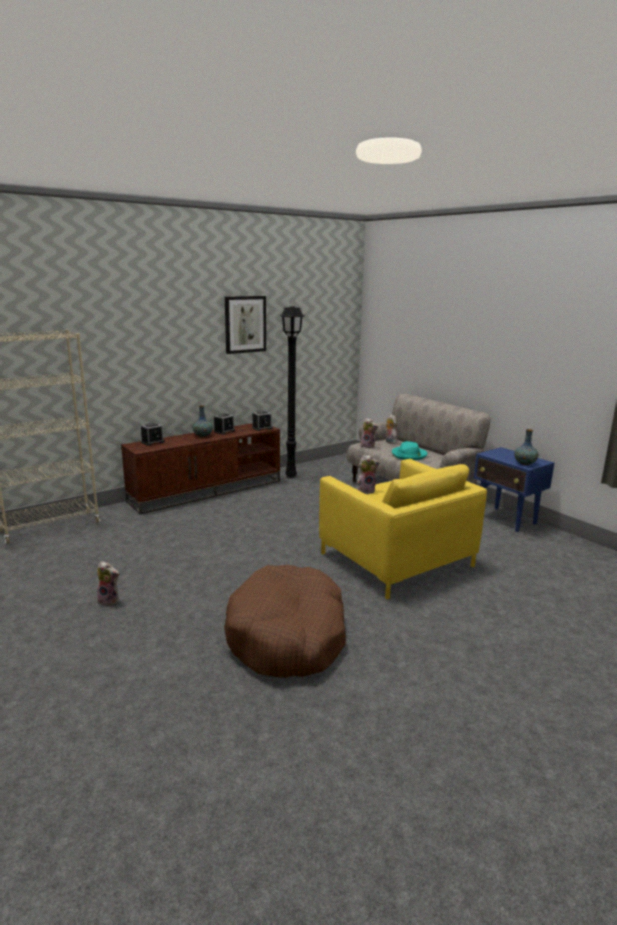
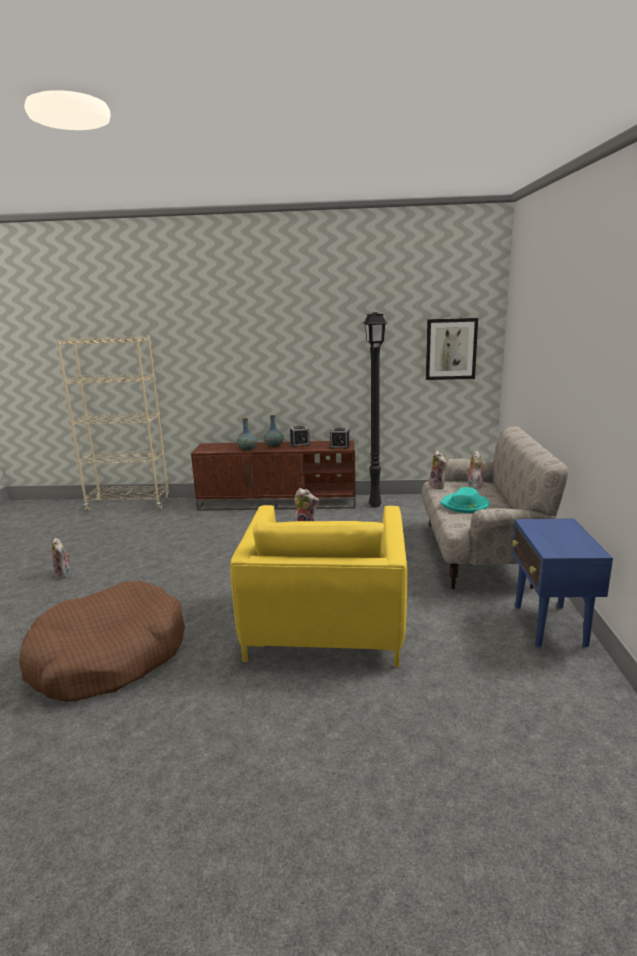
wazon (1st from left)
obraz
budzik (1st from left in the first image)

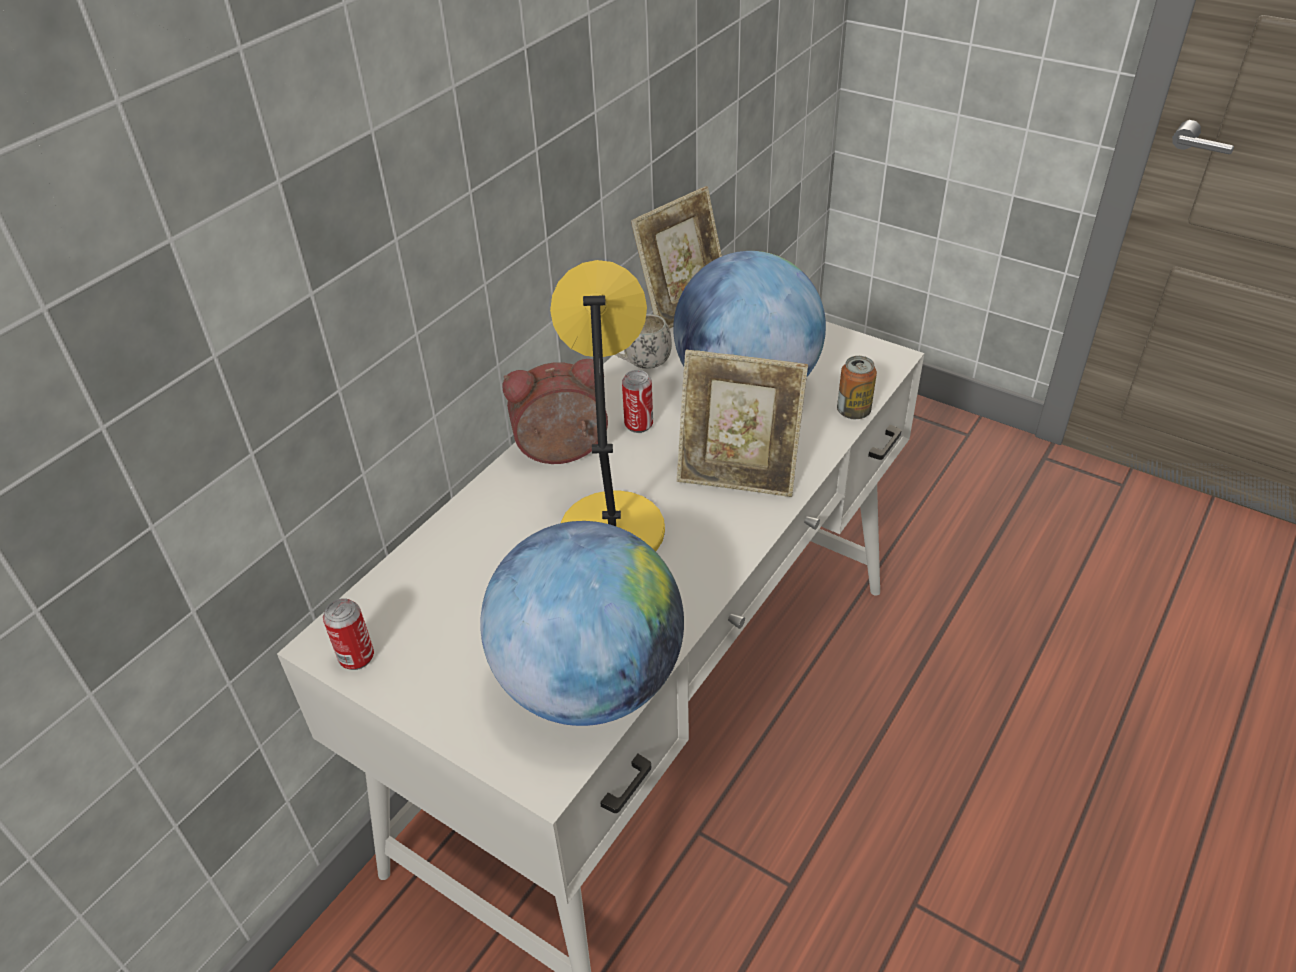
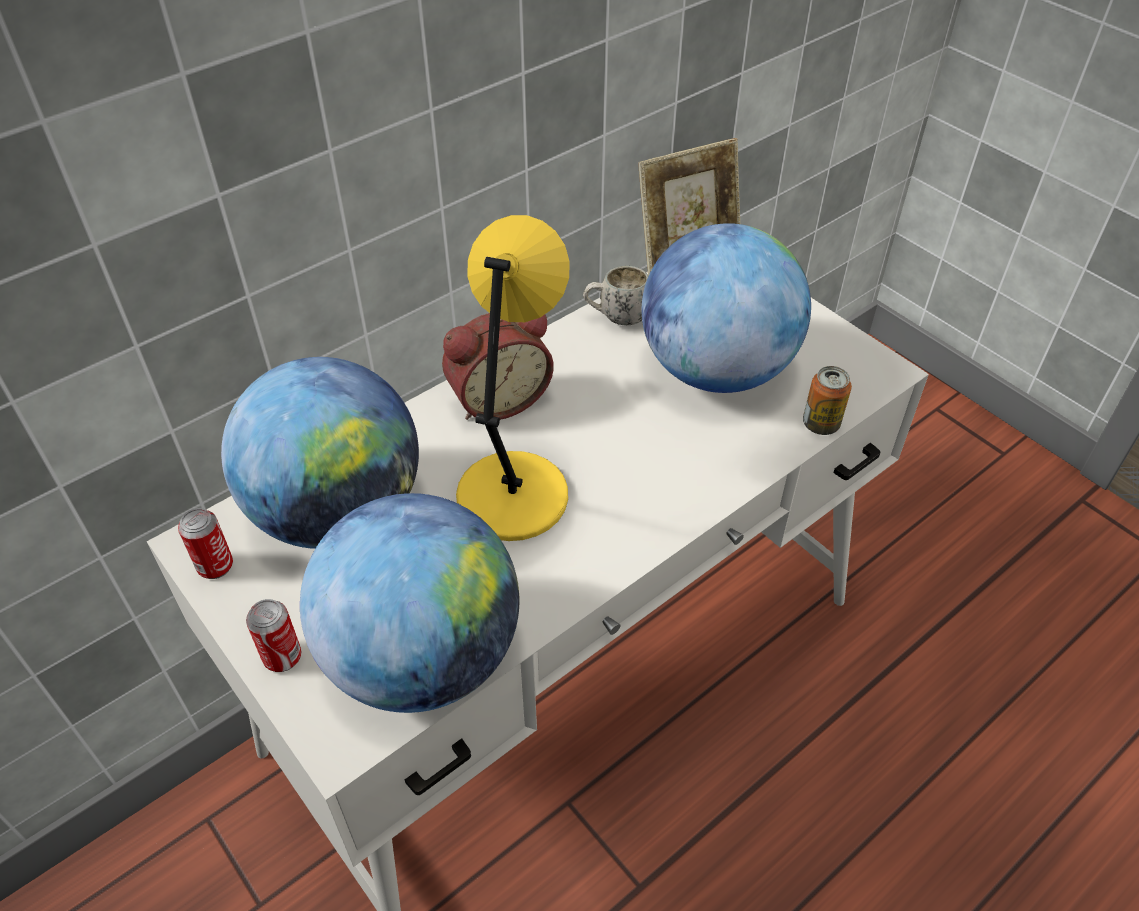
globus (1st from left)
puszka (2nd from left)
budzik
ramka na zdjęcie (2nd from left in the first image)

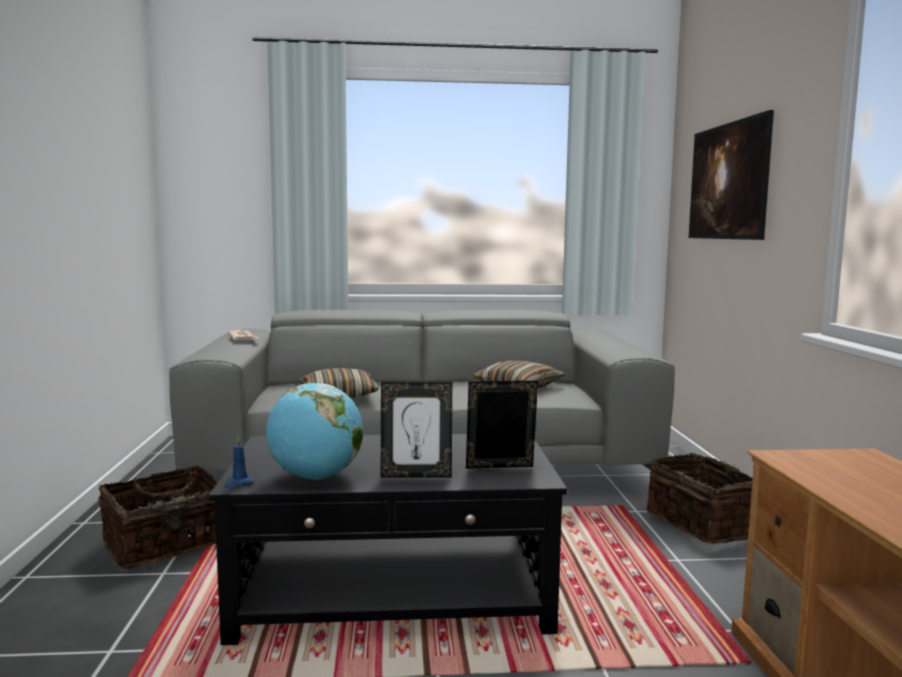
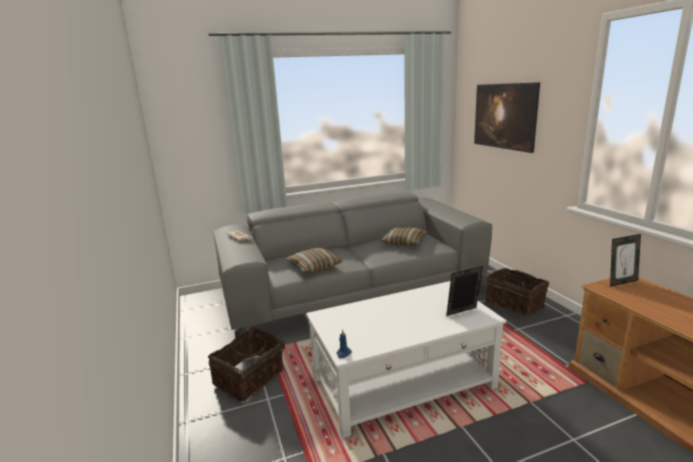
ława [biały]
ramka na zdjęcie (2nd from left)
globus

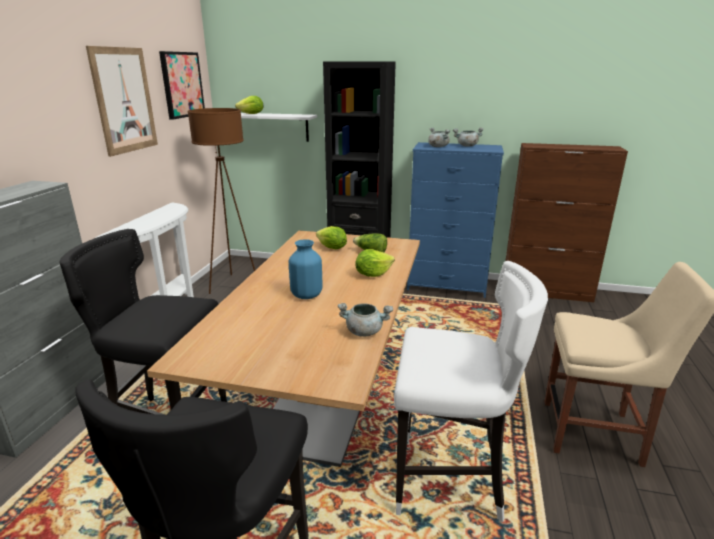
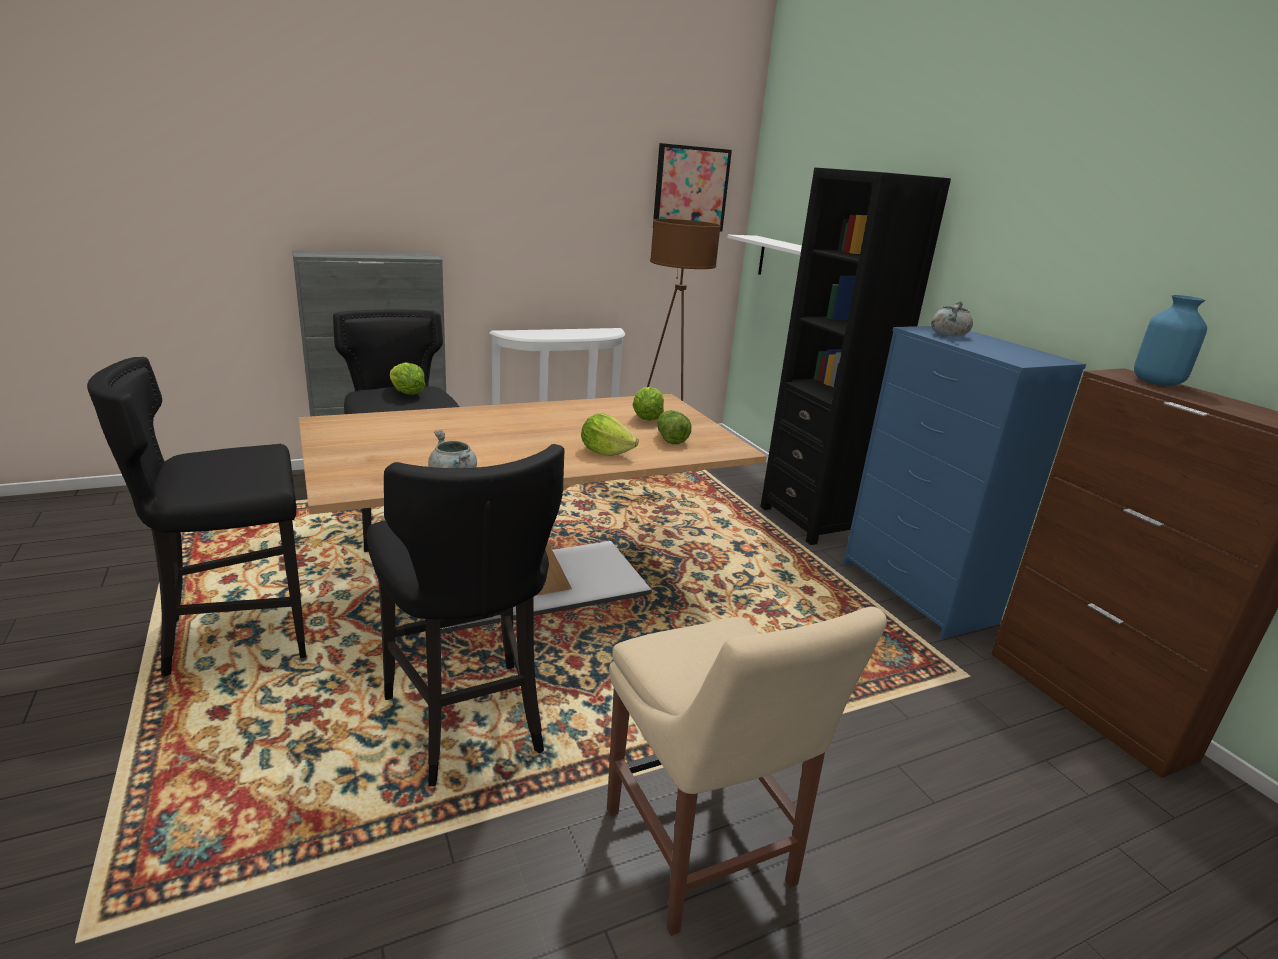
stołek [czarny] (3rd from left)
sałata (1st from left)
wazon [niebieski]
obraz (1st from left in the first image)
garnek [szary] (3rd from left in the first image)

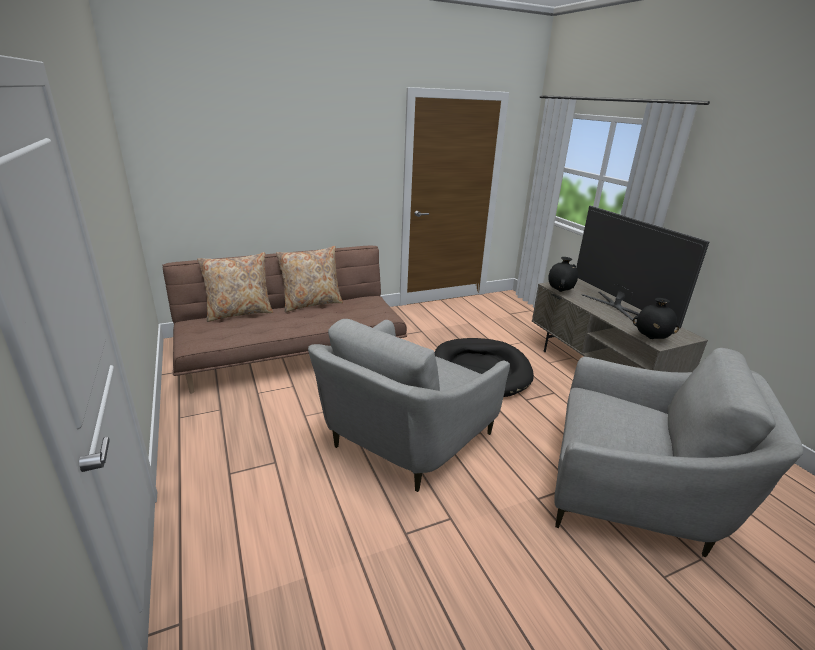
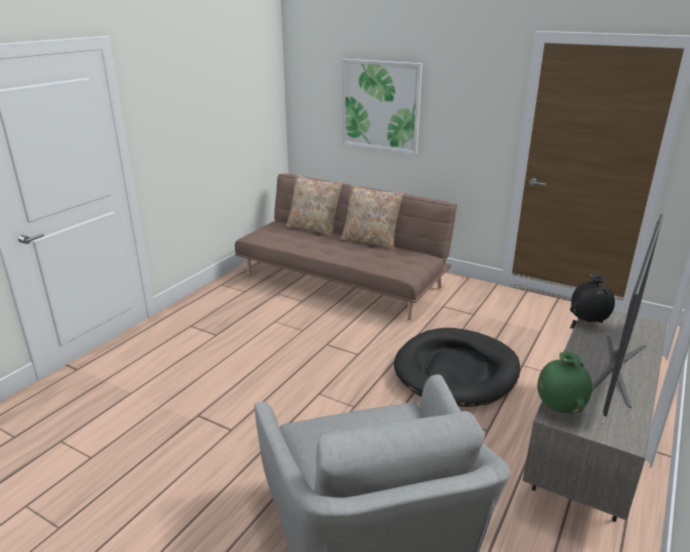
obraz
wazon [zielony]
fotel [szary] (1st from left in the first image)

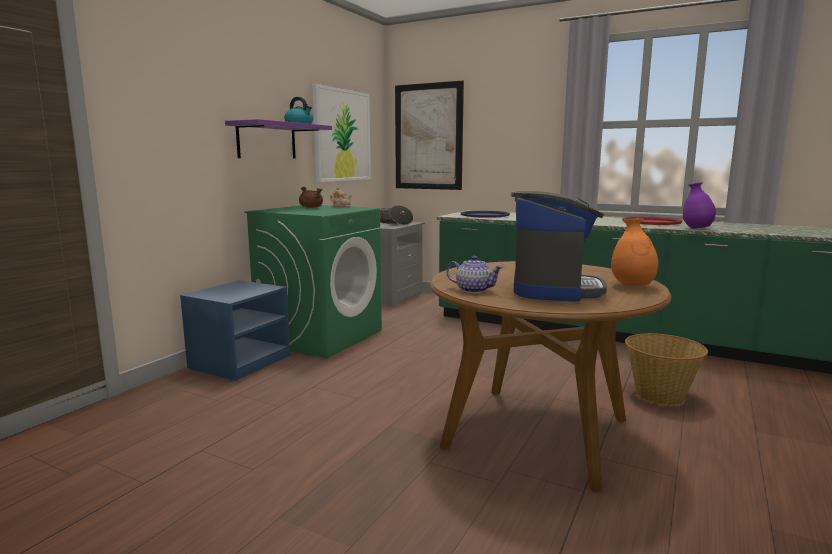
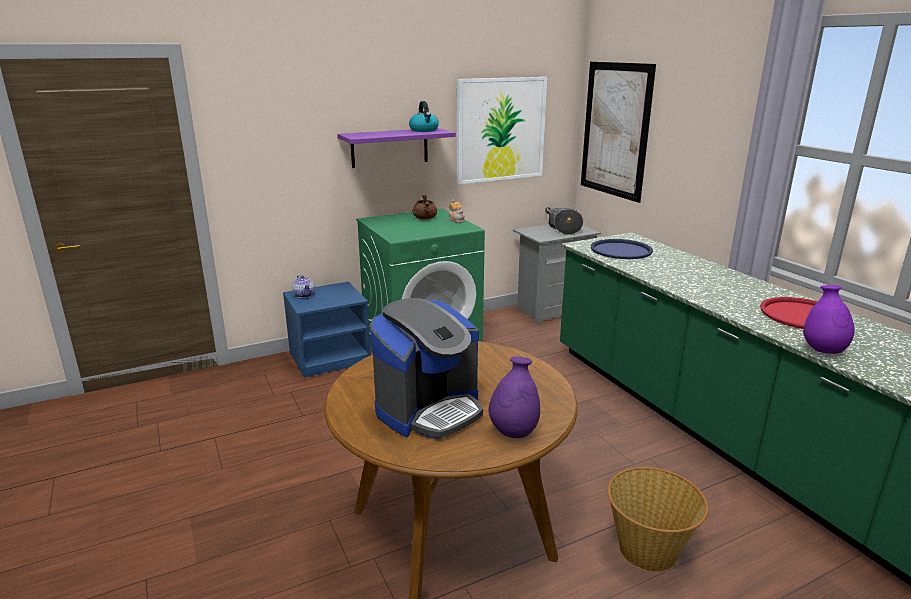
imbryk (1st from left)
wazon [fioletowy] (1st from left)

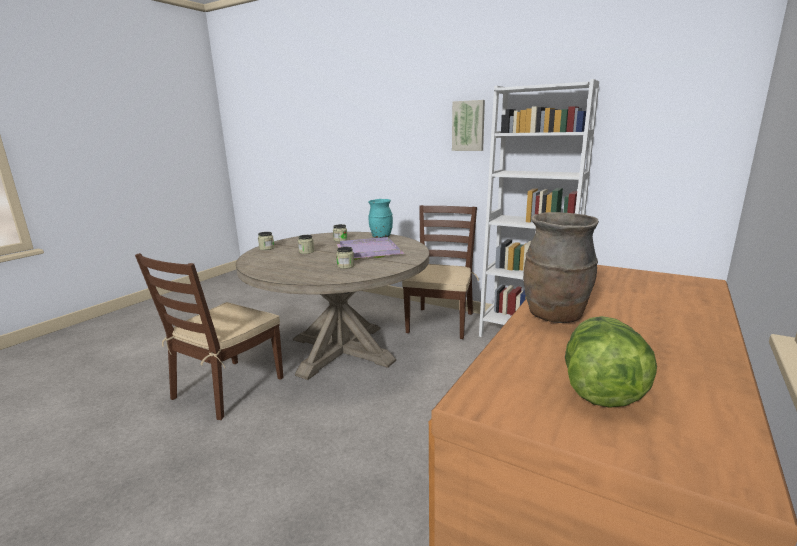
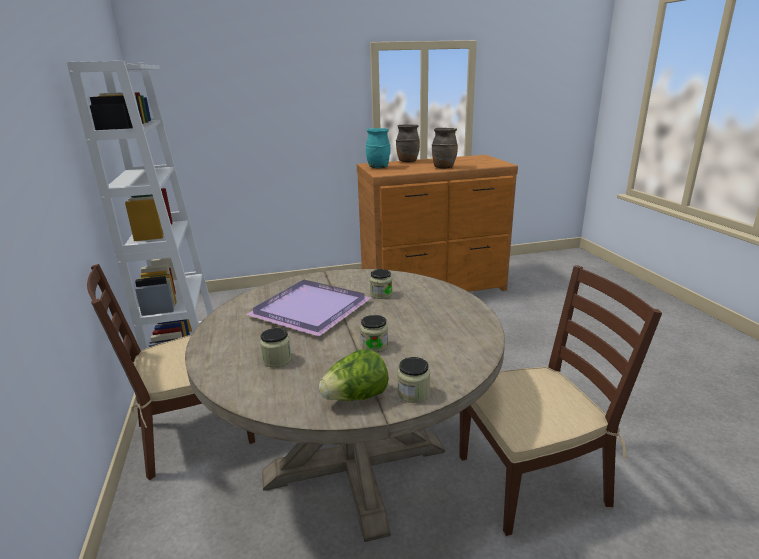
sałata
wazon [turkusowy]
wazon [brązowy] (1st from left)
obraz

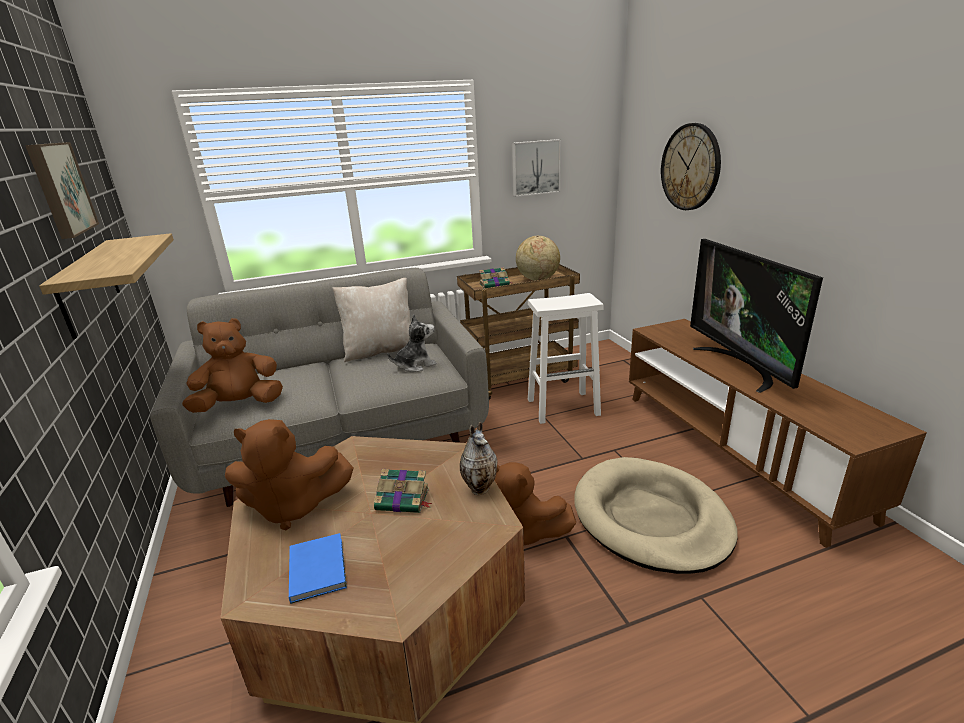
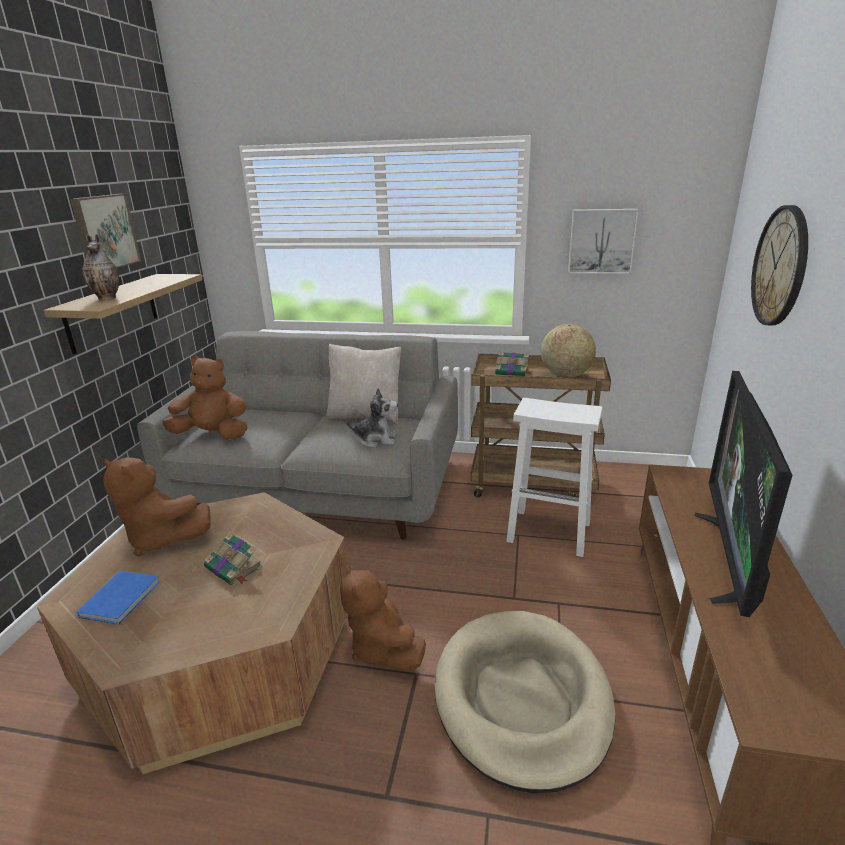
wazon

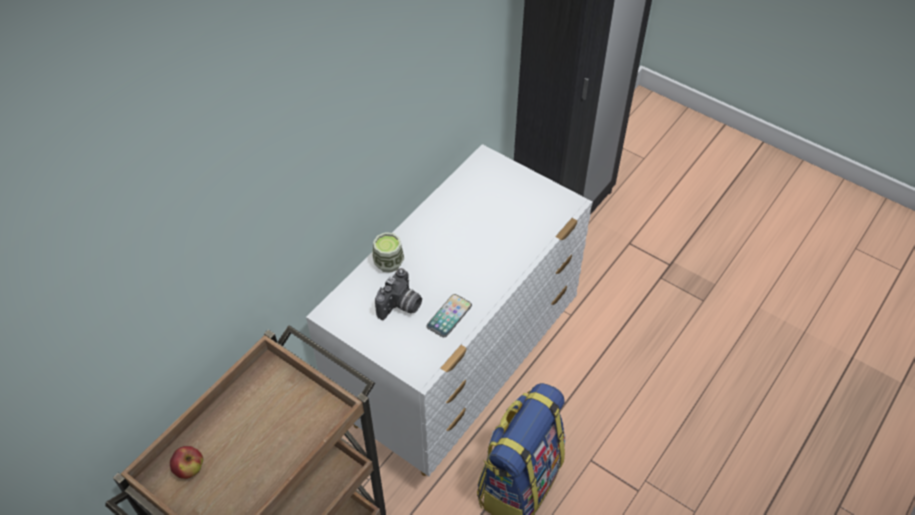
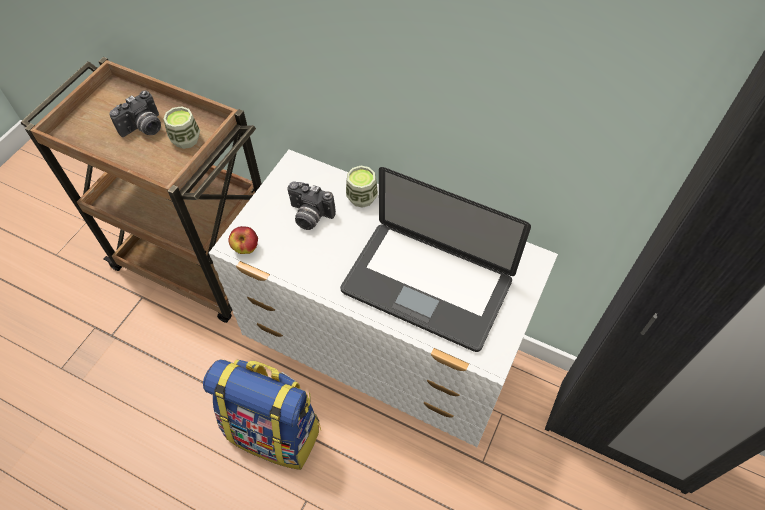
aparat fotograficzny (1st from left)
filiżanka (1st from left)
jabłko
laptop
telefon

